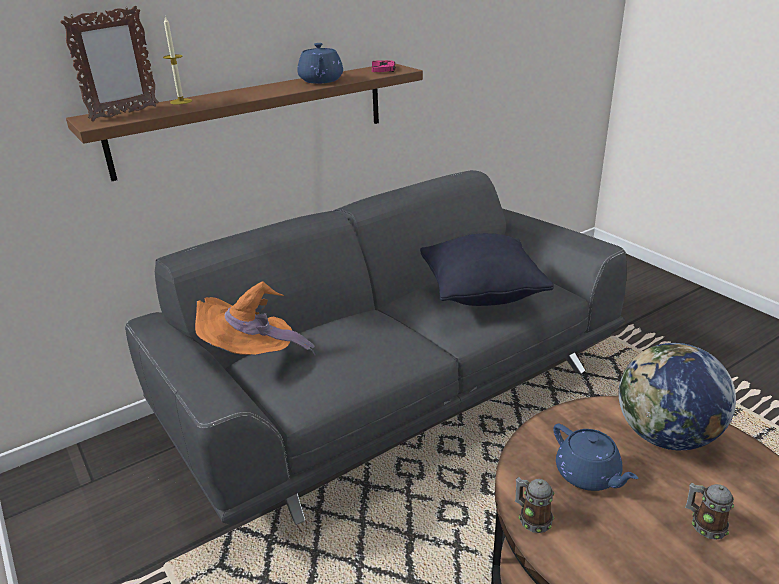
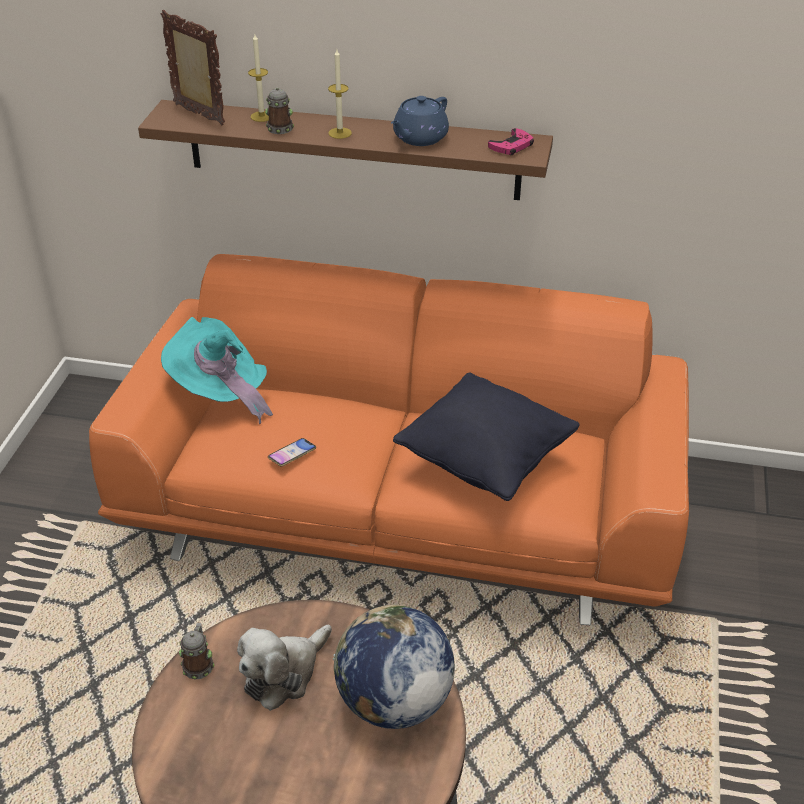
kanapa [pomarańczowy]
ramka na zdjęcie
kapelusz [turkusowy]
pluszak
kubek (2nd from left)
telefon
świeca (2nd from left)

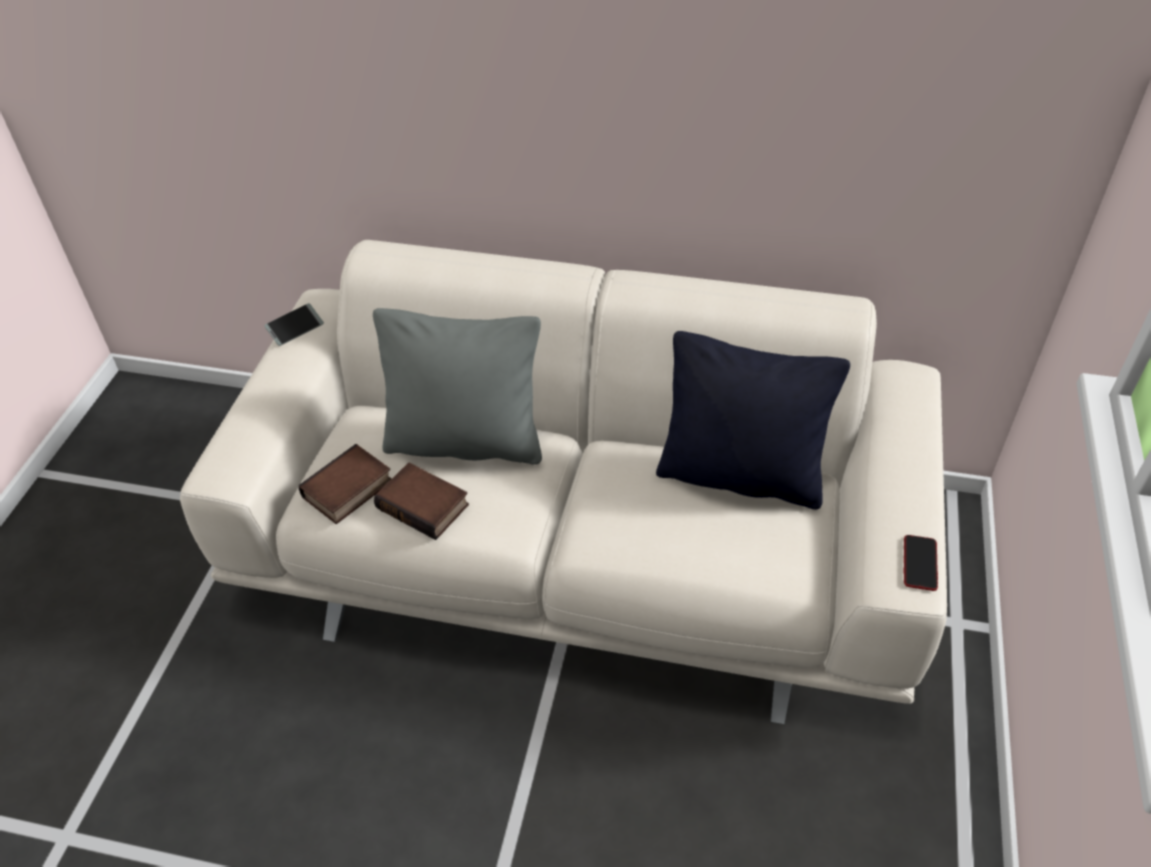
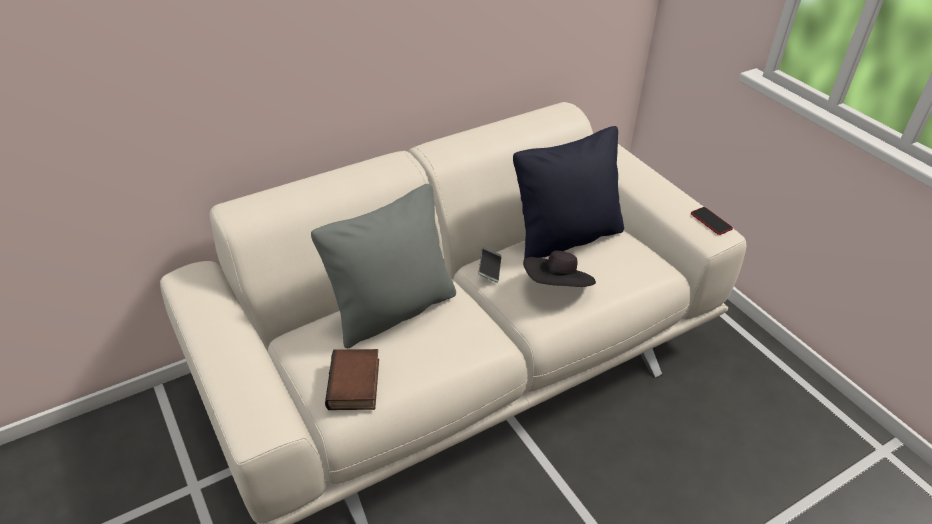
telefon (1st from left)
kapelusz [czarny]
książka (2nd from left in the first image)

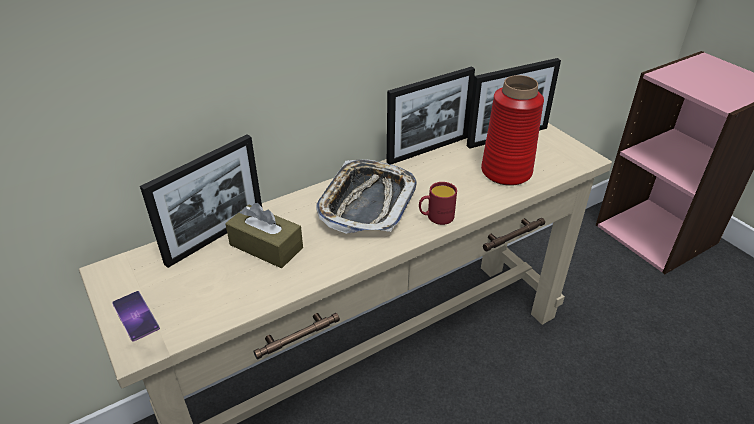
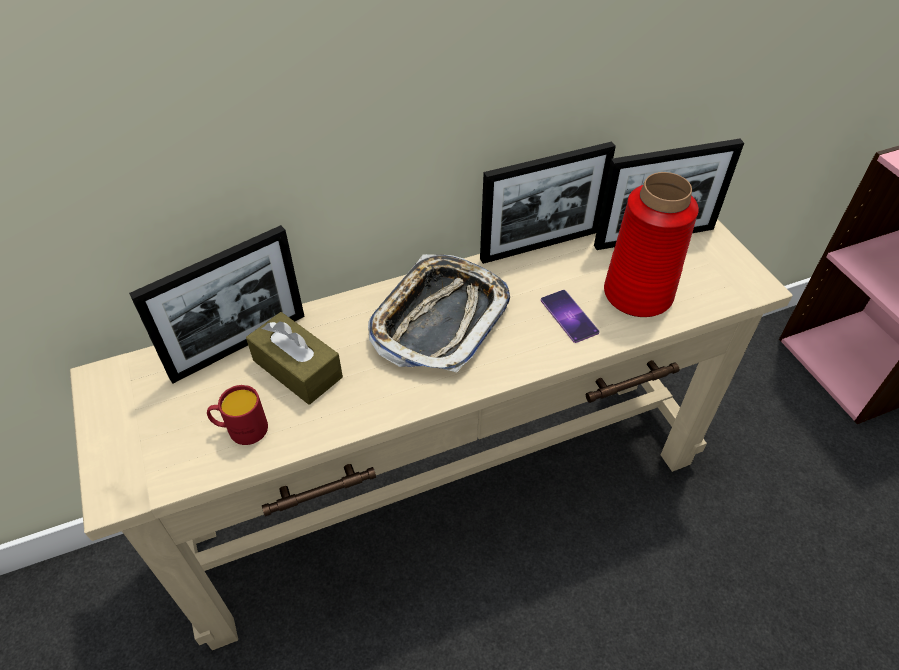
kubek [czerwony]
telefon

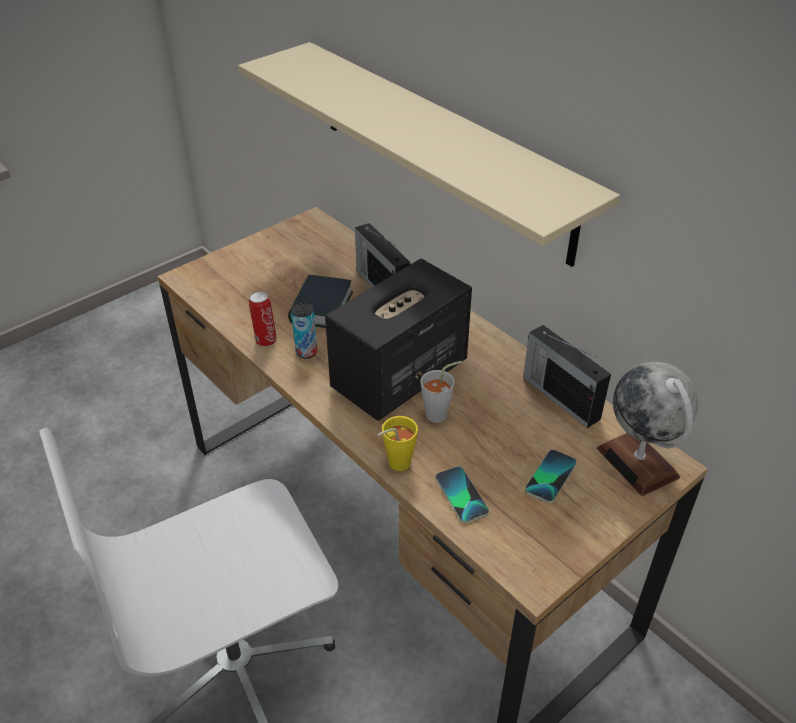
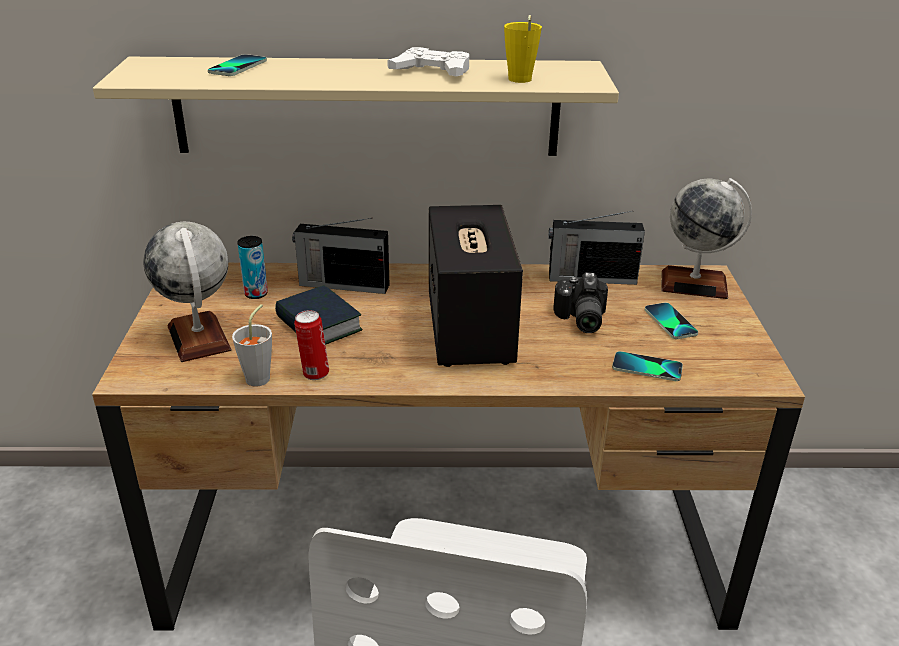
globus (1st from left)
telefon (1st from left)
filiżanka [szary]
puszka (1st from left)
pad do gier [biały]
filiżanka [żółty]
aparat fotograficzny

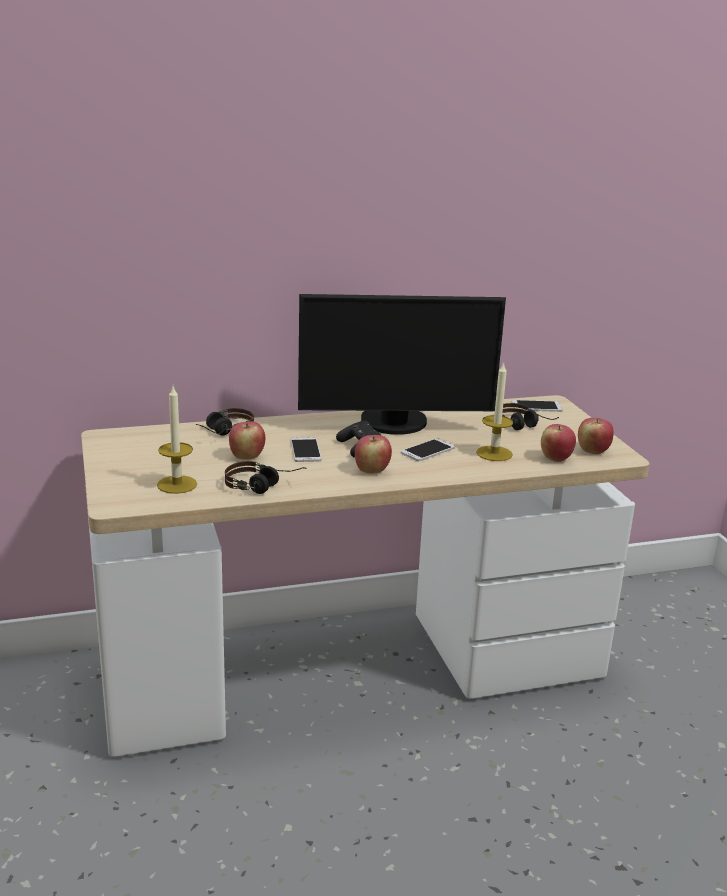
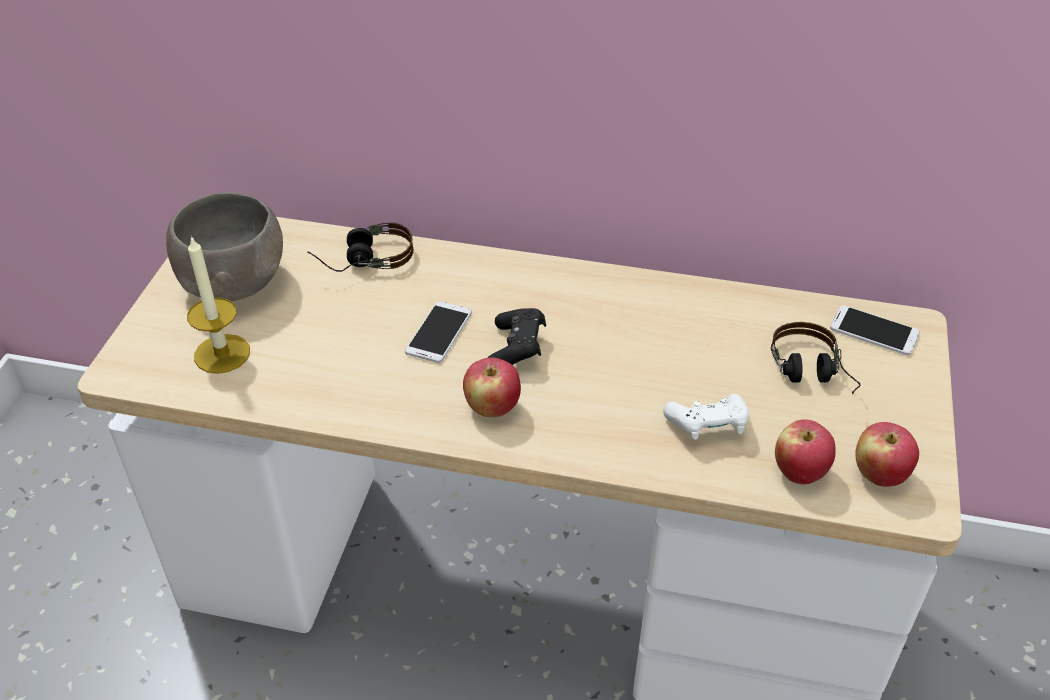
miska [szary]
pad do gier [biały]
słuchawki (2nd from left in the first image)
jabłko (1st from left in the first image)
monitor
telefon (2nd from left in the first image)

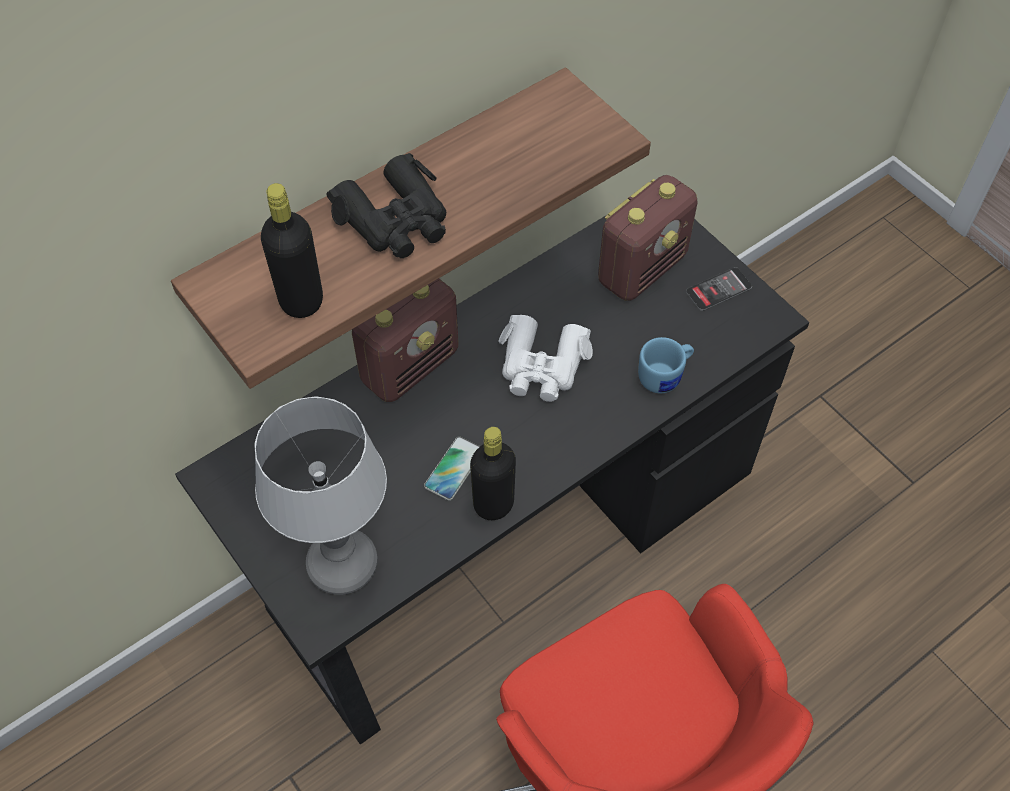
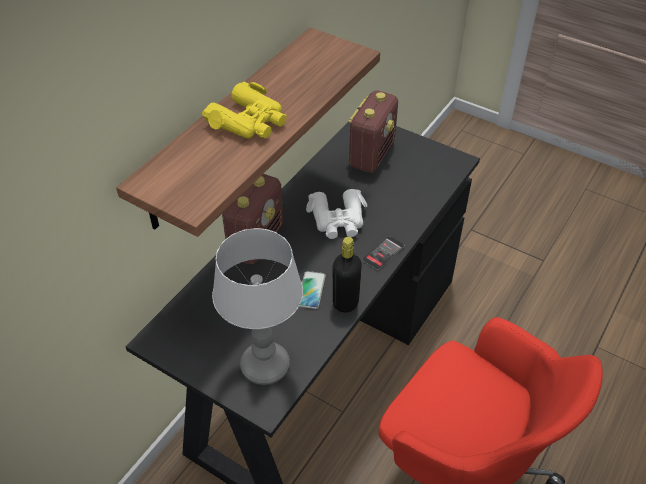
lornetka [żółty]
telefon (2nd from left)
butelka [czarny] (1st from left in the first image)
kubek [niebieski]

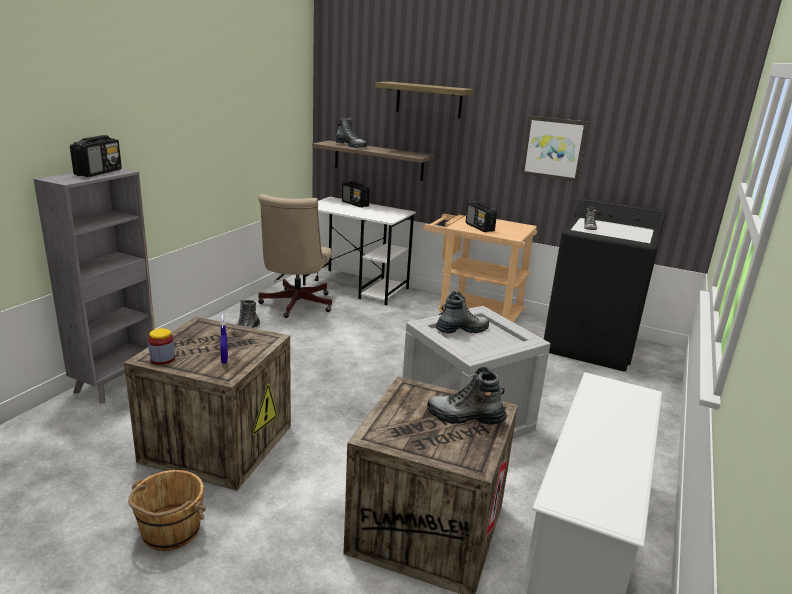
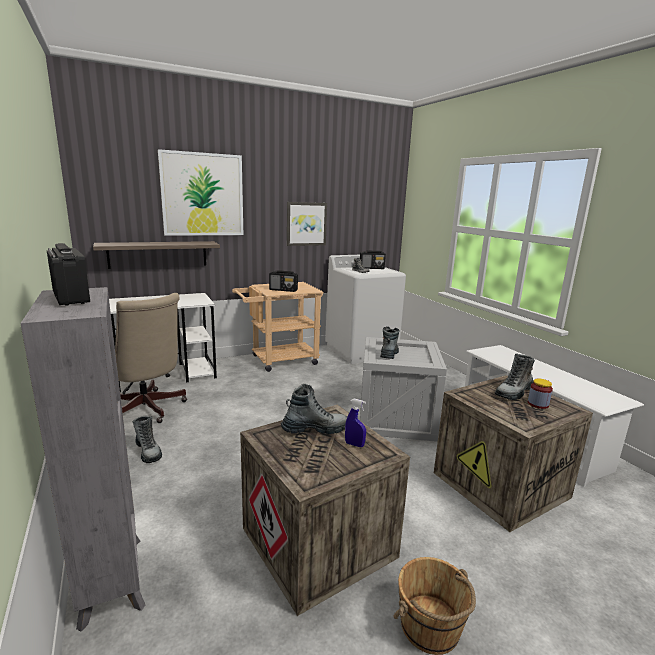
obraz (1st from left)
but z cholewką (2nd from left)
pralka [biały]
radio (3rd from left)
słoik

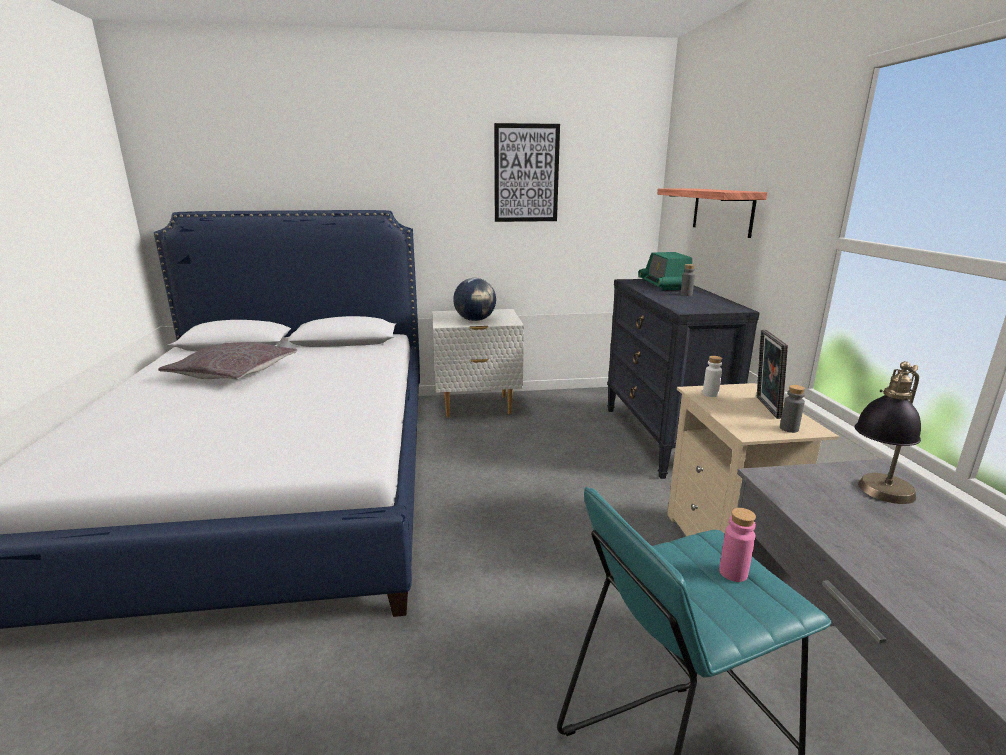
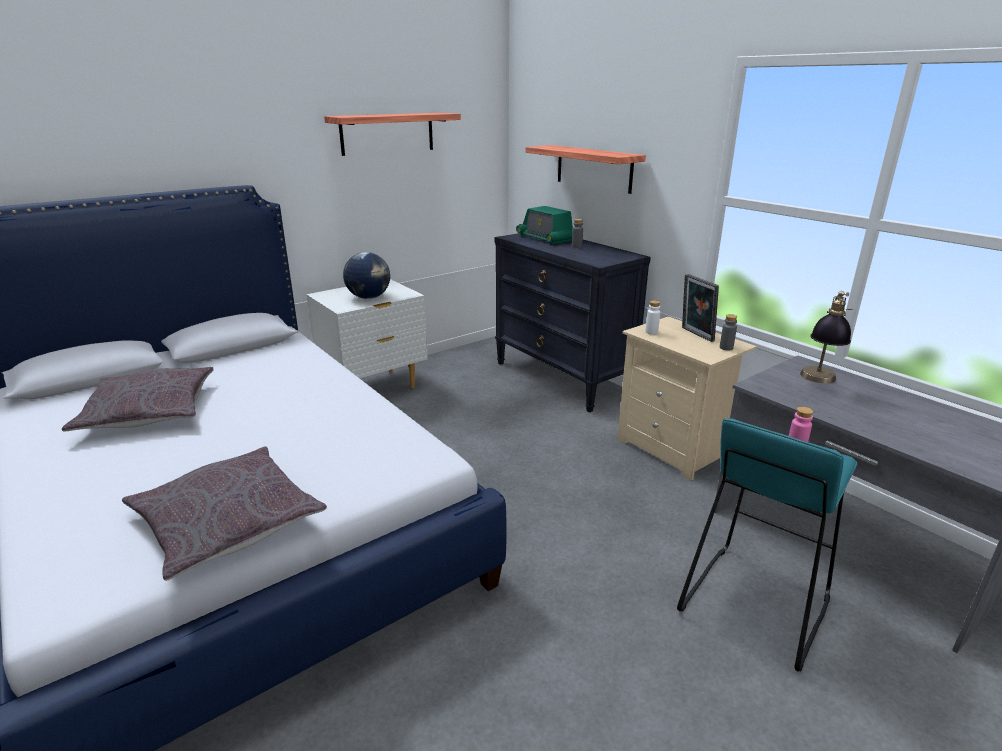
poduszka [szary] (2nd from left)
półka (1st from left)

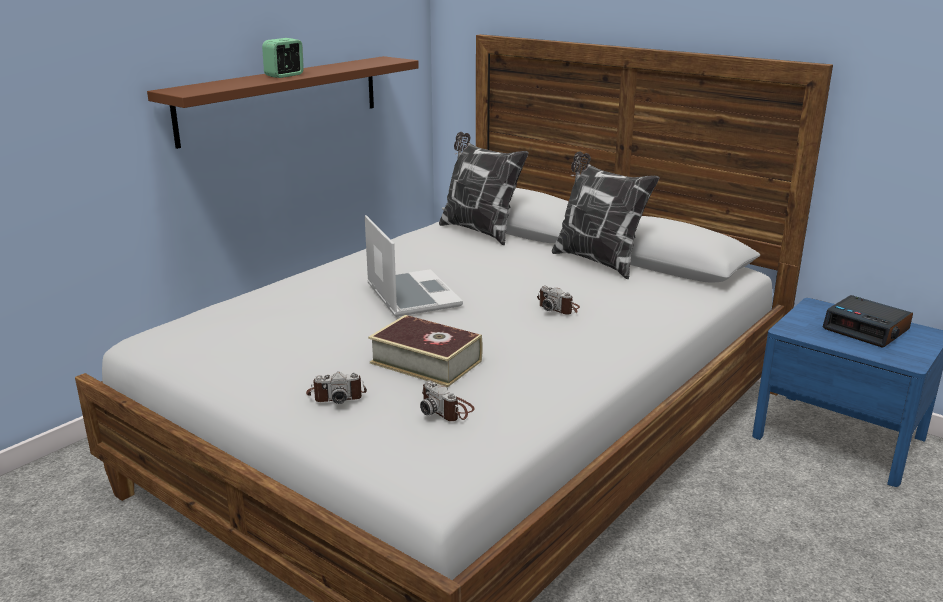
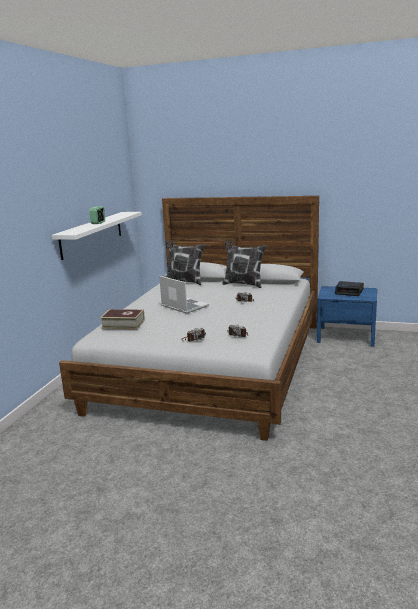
półka [biały]
książka

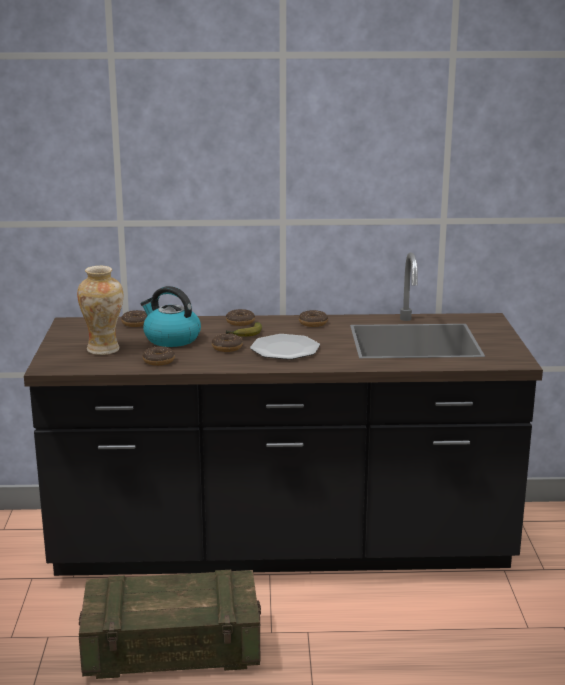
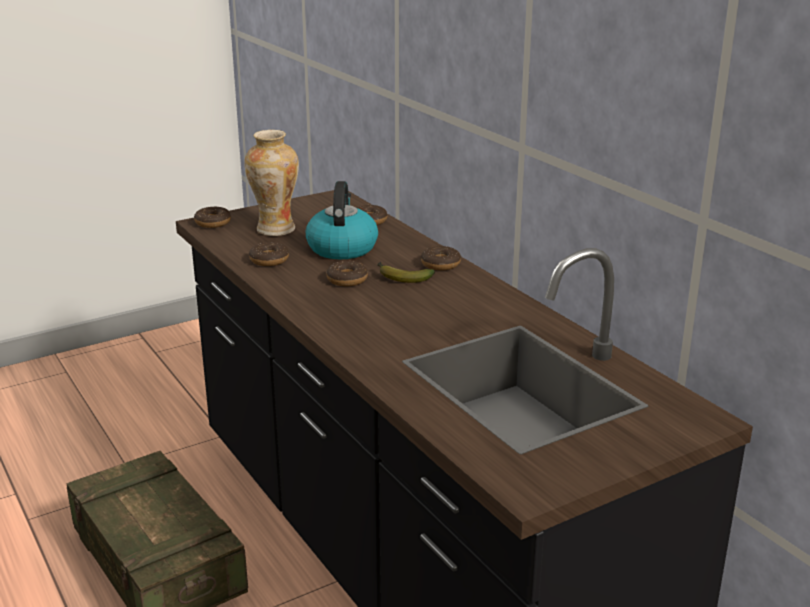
donut (1st from left)
talerz

